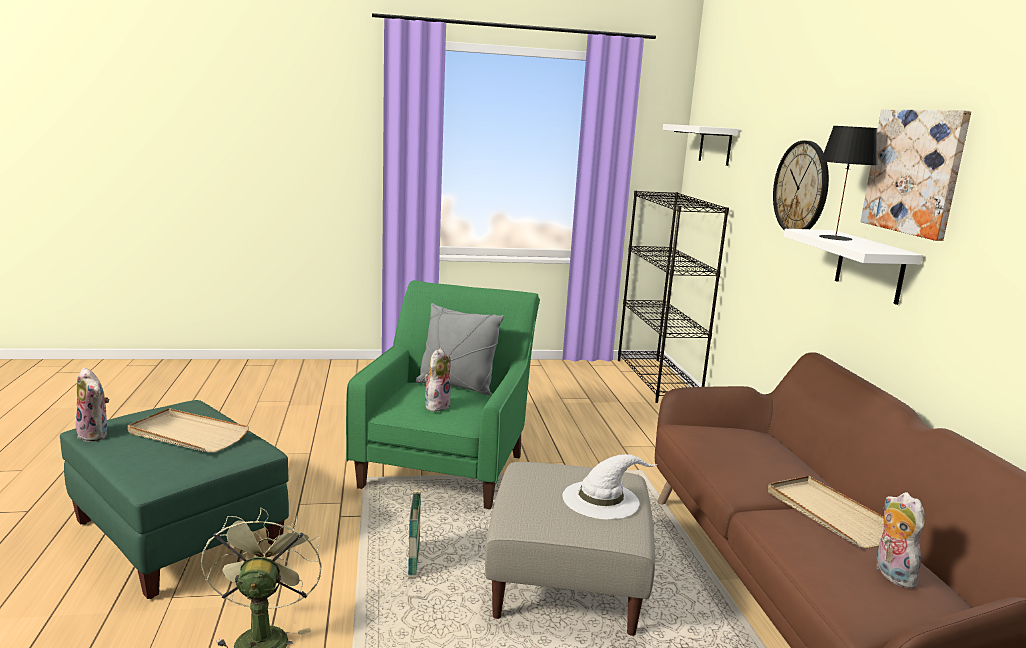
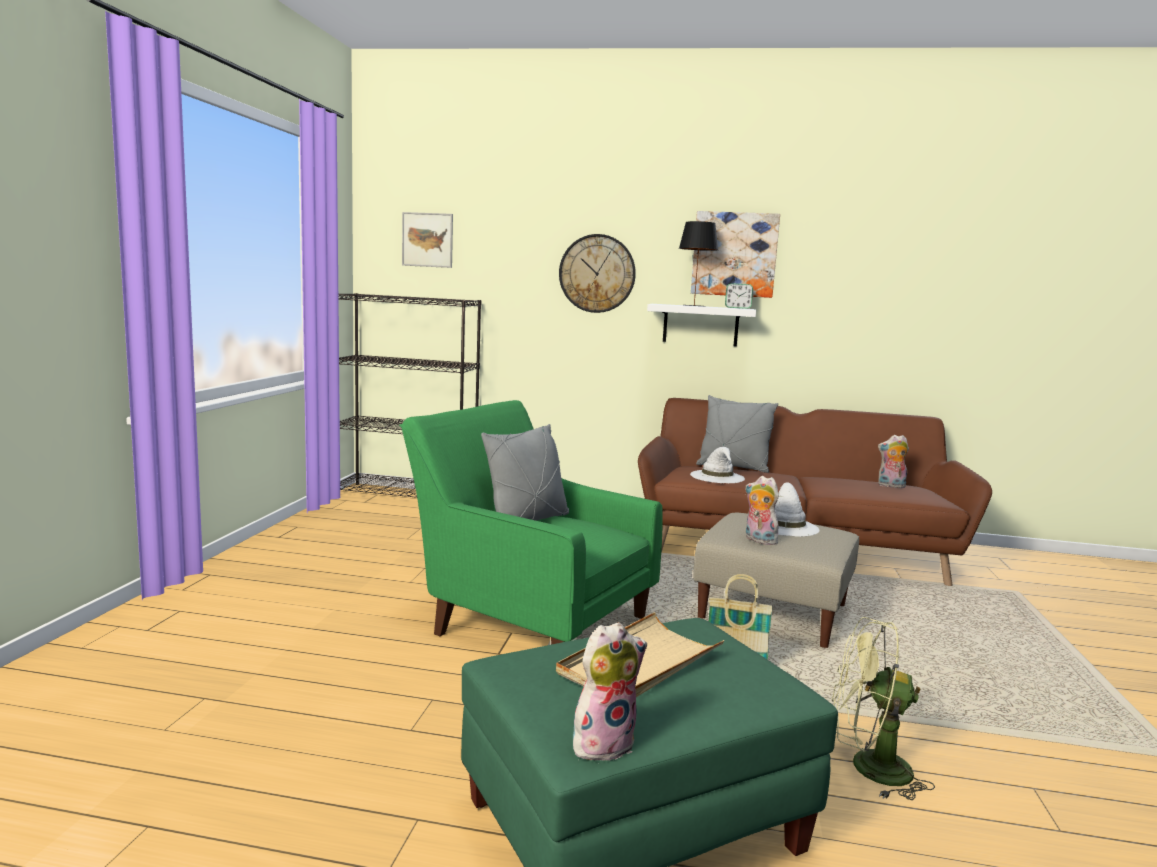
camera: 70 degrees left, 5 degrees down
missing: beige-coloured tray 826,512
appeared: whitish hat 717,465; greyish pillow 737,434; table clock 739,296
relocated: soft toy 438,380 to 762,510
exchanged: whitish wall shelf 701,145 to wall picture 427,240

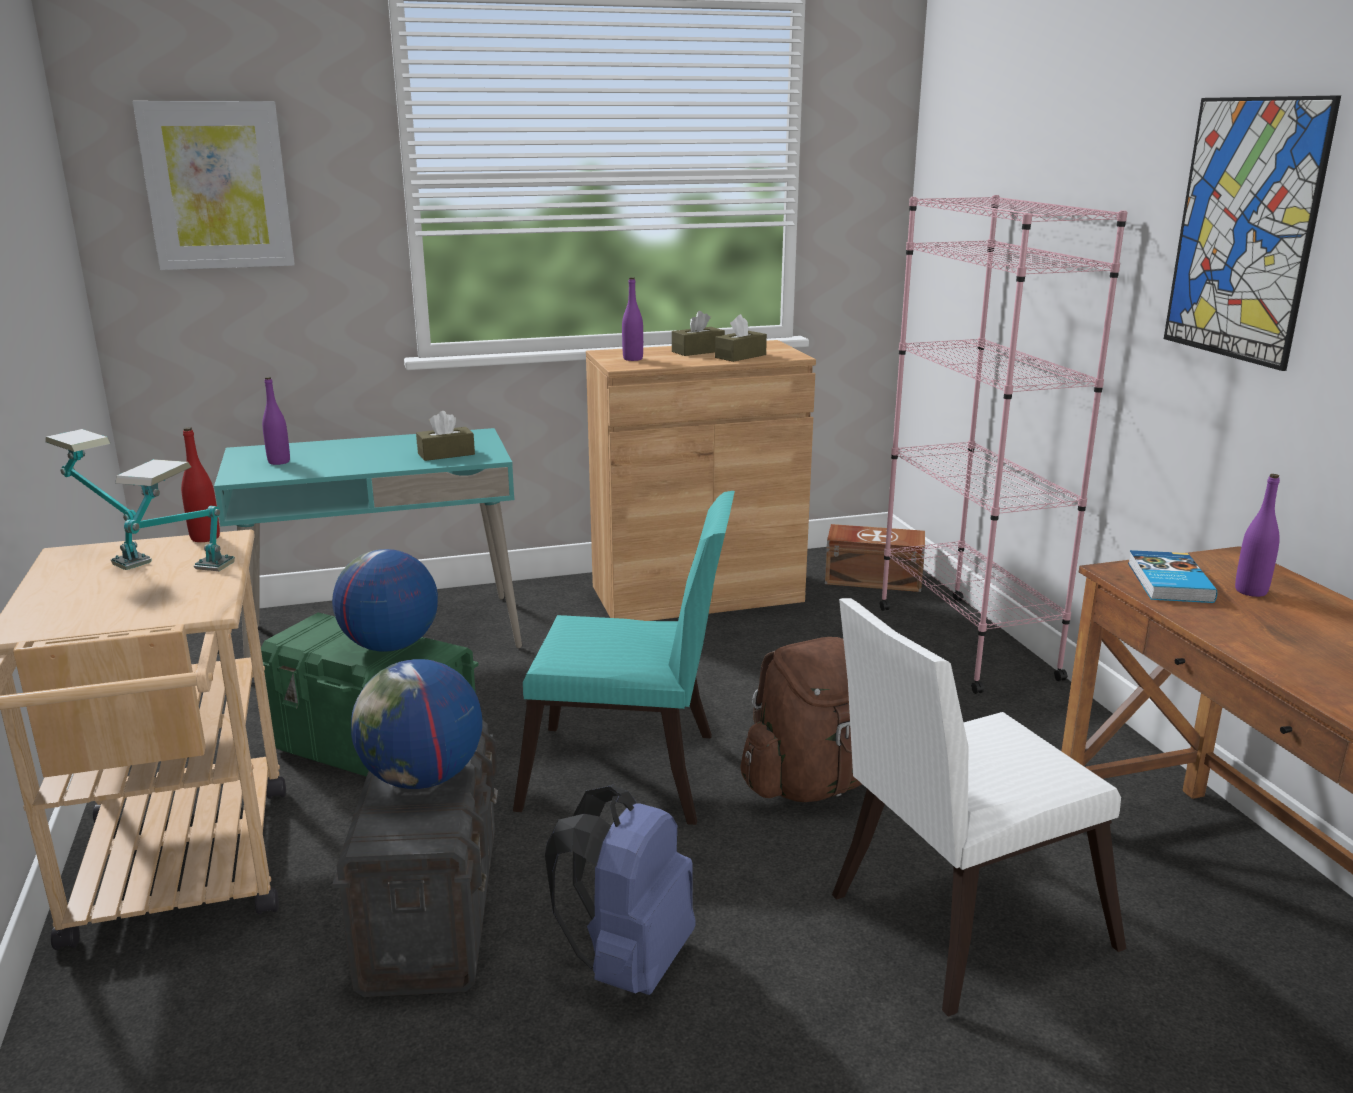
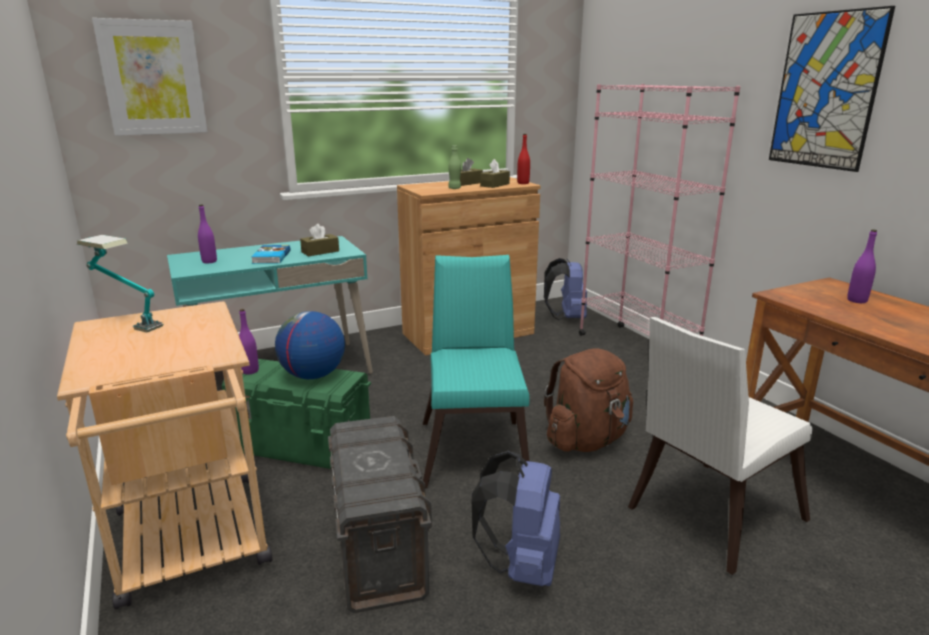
camera: 10 degrees left, 0 degrees up
missing: lamp for a table 175,515; globe 416,724
appeared: green bottle 454,167
relocated: purple bottle 632,319 to 249,341; volume 1172,576 to 270,254; red bottle 200,484 to 523,159
exchanged: brown-coloured storage box 875,558 to bluish backpack 565,289
spun: turquoise-coloured upright chair 624,658 = 476,371 90 degrees counterclockwise

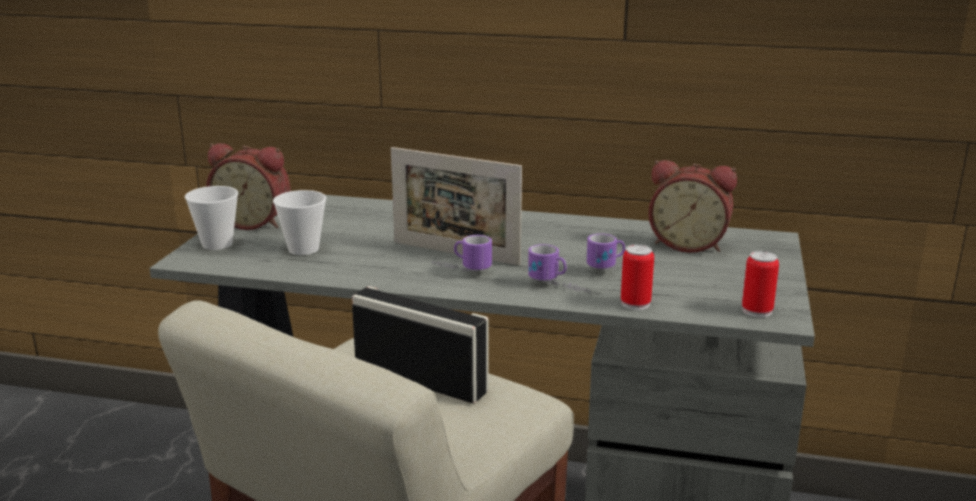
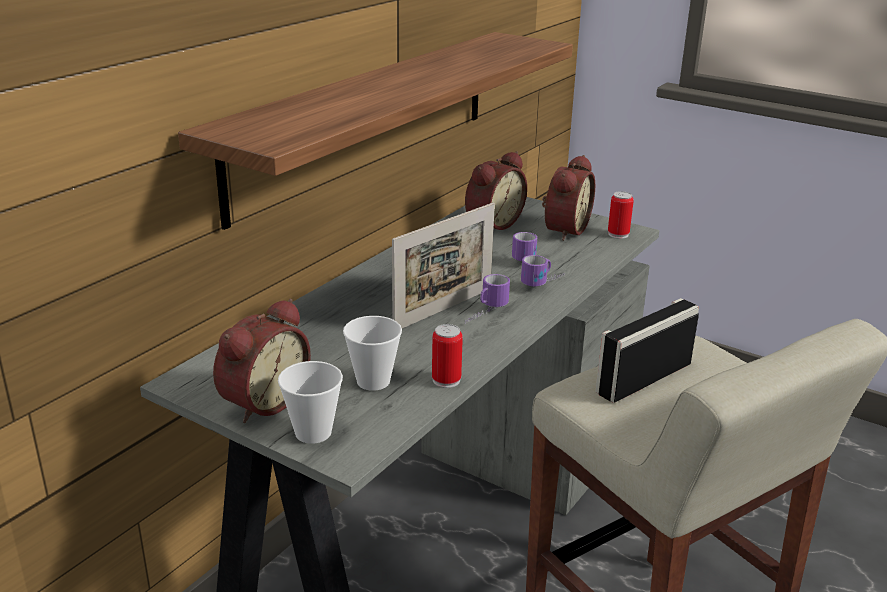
camera: 70 degrees left, 5 degrees up
appeared: wall shelf 375,131; table clock 568,198
relocated: sealed can 637,277 to 447,356

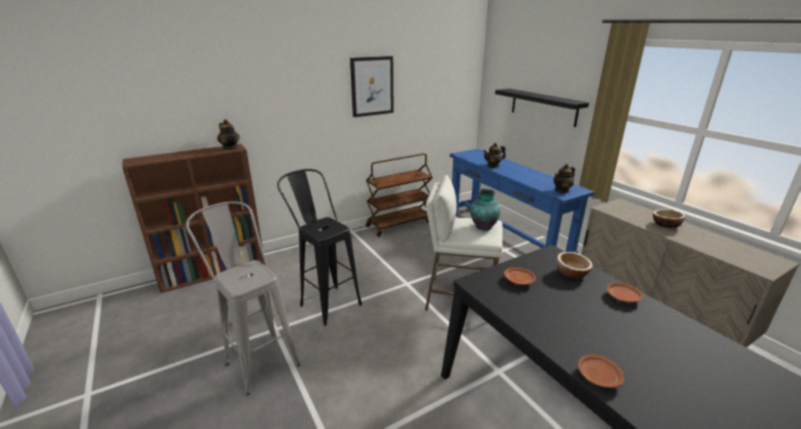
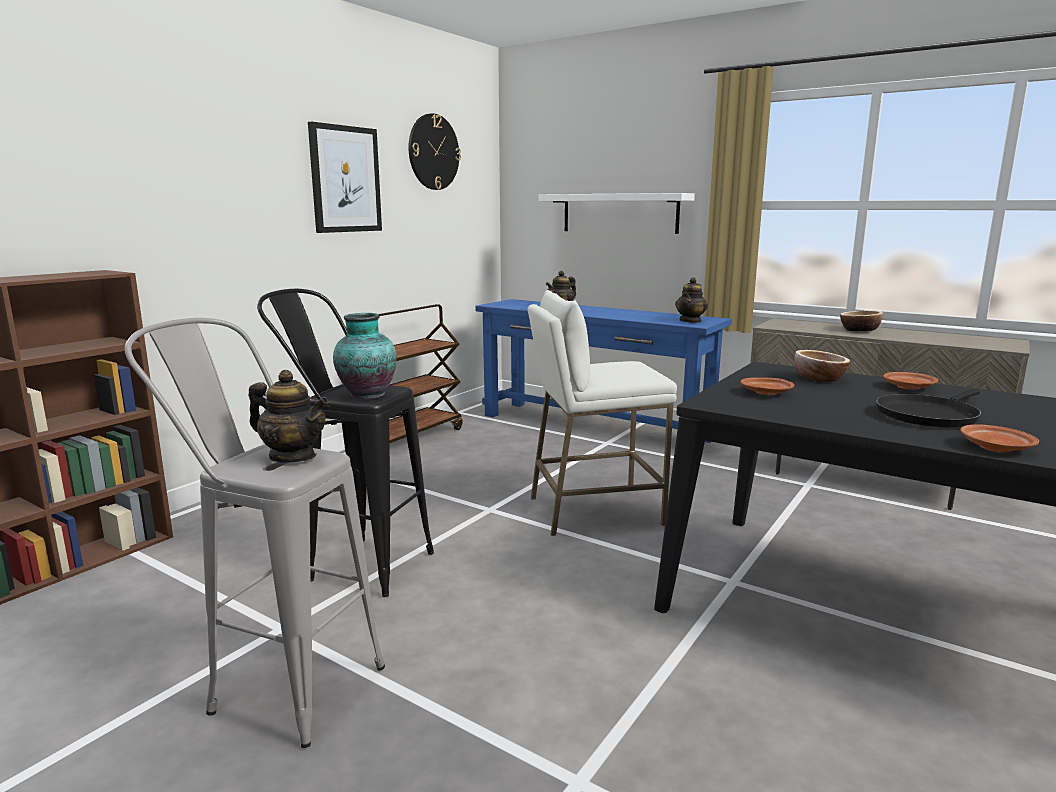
camera: 25 degrees left, 10 degrees down
appeared: wall clock 434,151; black-coloured pan 928,408
relocated: teapot 228,134 to 289,416; vase 485,210 to 365,356
colour: black-coloured wall shelf 542,108 to whitish wall shelf 616,213

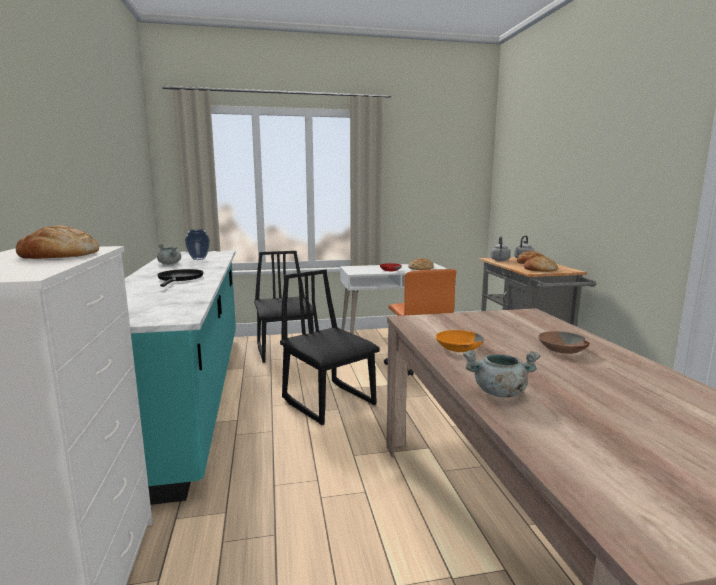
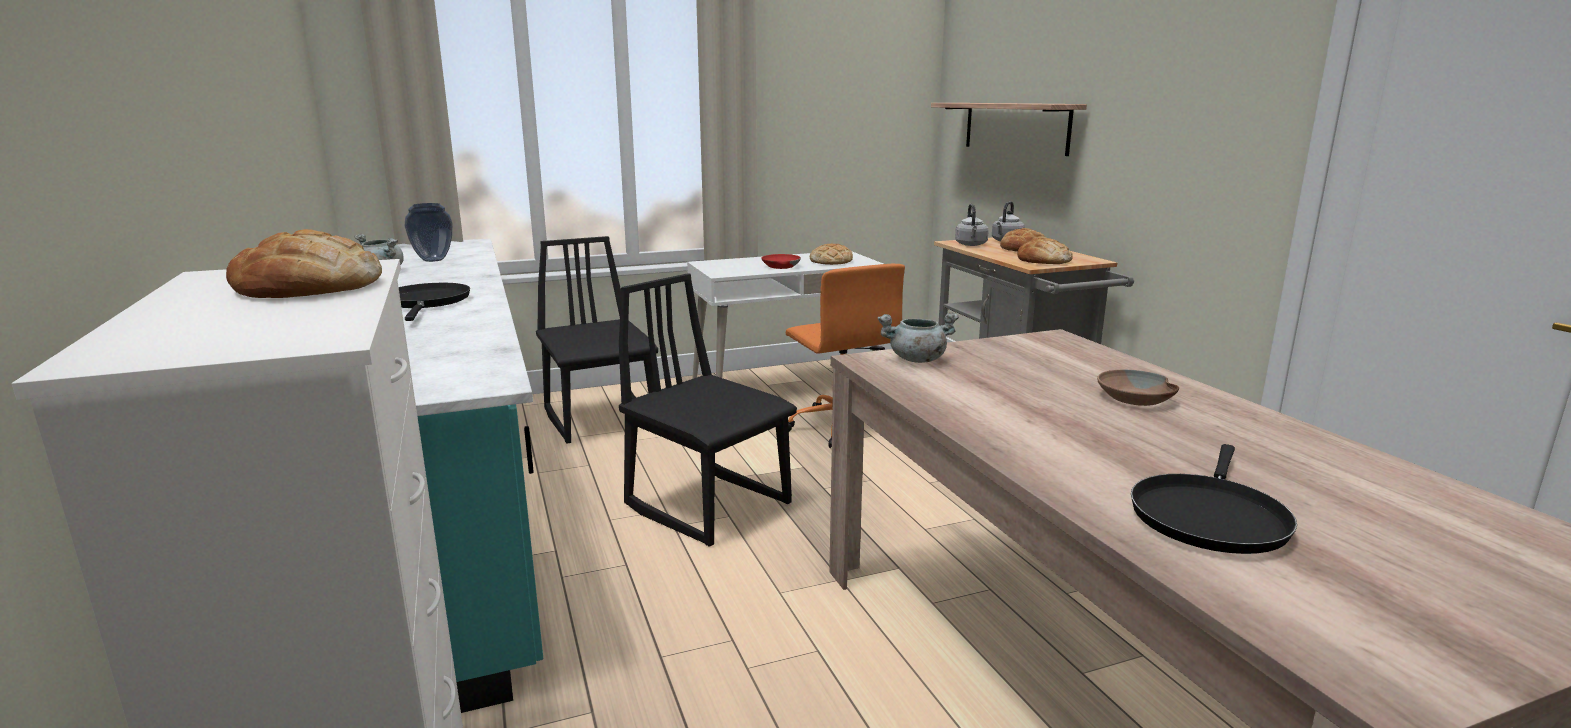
camera: 10 degrees left, 5 degrees up
missing: orange deep dish 460,341
appeared: wall shelf 1009,129; black-coloured pan 1214,499
relocated: greyish cooking pot 502,374 to 918,337

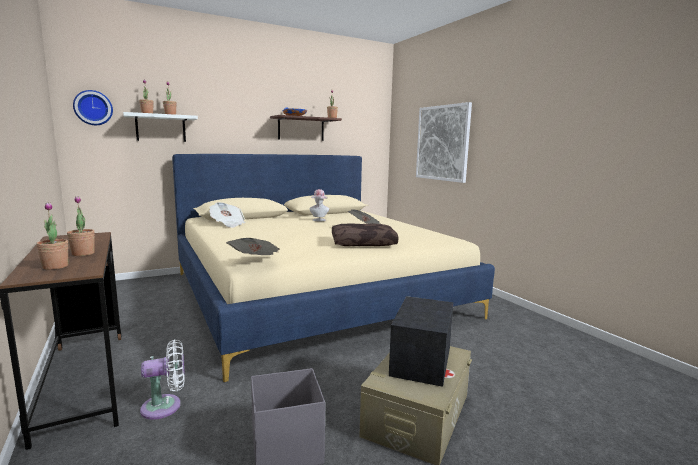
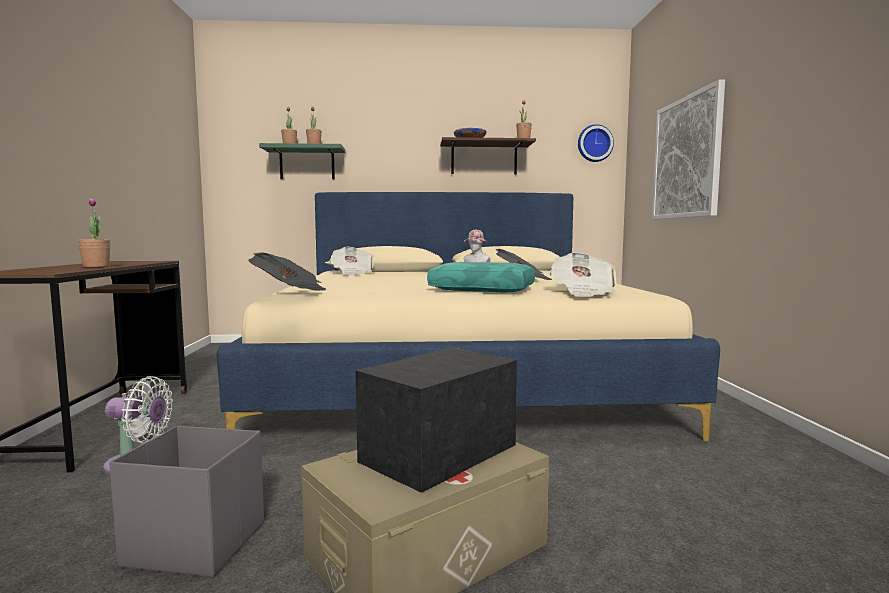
camera: 25 degrees right, 5 degrees down
missing: plant in a pot 52,236
appeared: daily paper 582,274
relocated: wall clock 93,107 to 596,143
colour: whitish wall shelf 160,127 to green wall shelf 302,161; brown-coloured pillow 365,235 to turquoise-coloured pillow 481,277

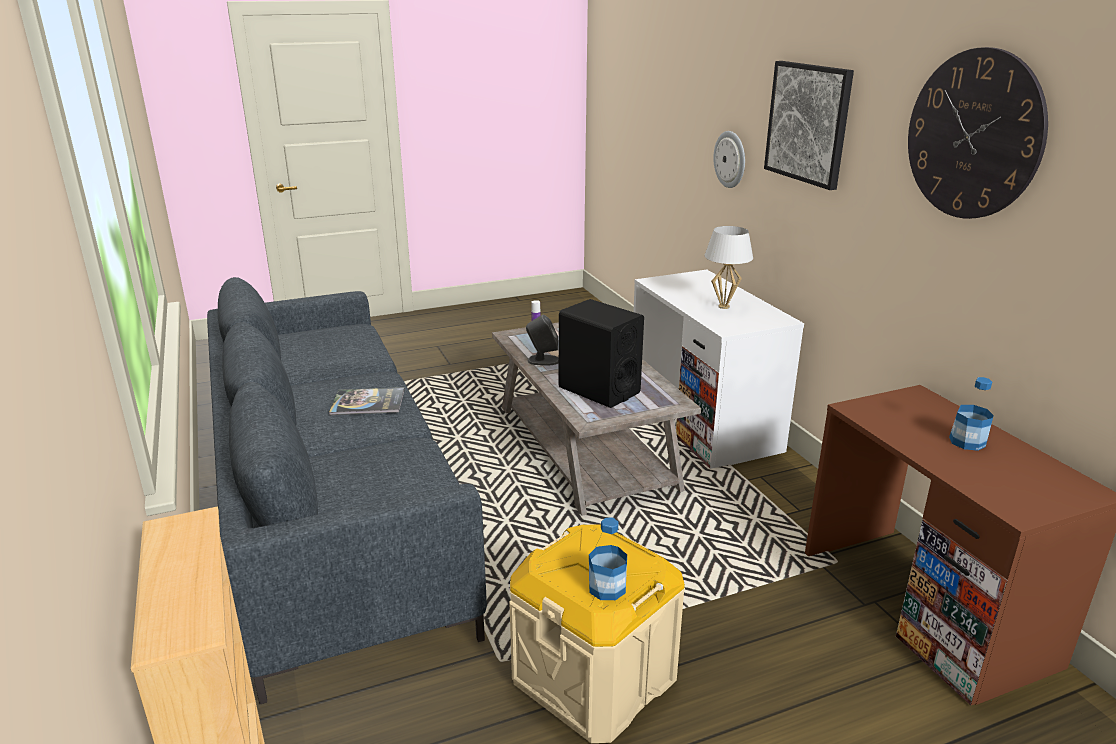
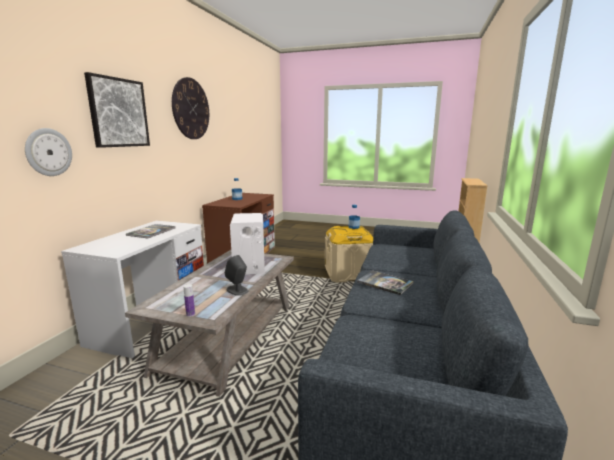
camera: 140 degrees left, 10 degrees down
exchanged: whitish lamp for a table 729,267 to volume 151,231
colour: black-coloured speaker 601,353 to whitish speaker 247,243

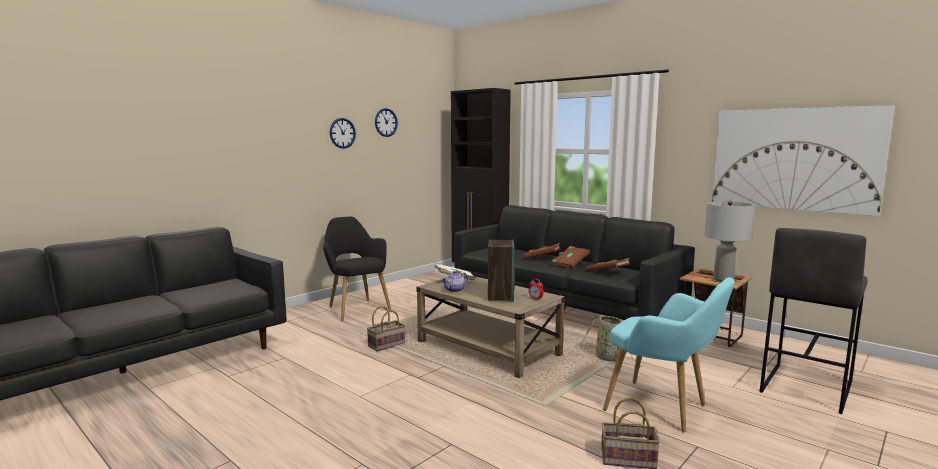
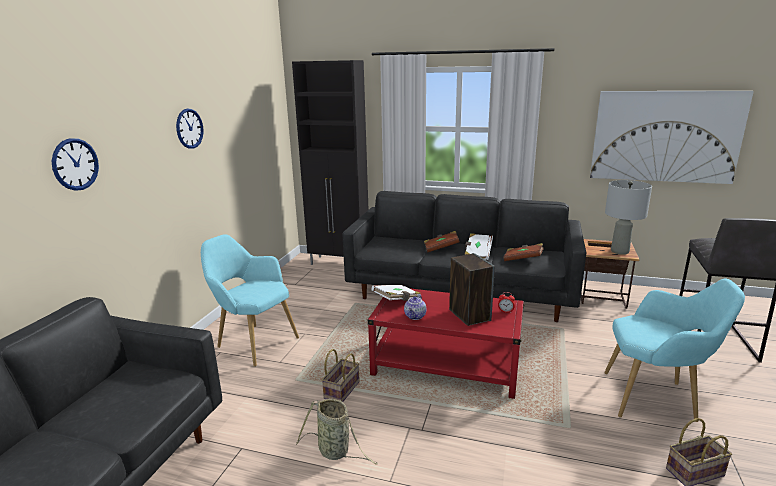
camera: 25 degrees left, 10 degrees up
relocated: wall clock 386,122 to 75,164; basket 610,341 to 337,432
colour: black-coloured lounge chair 357,269 to turquoise-coloured lounge chair 250,300; beige-coloured low table 490,327 to red low table 446,343; brown-coloured volume 570,257 to whitish volume 478,246

